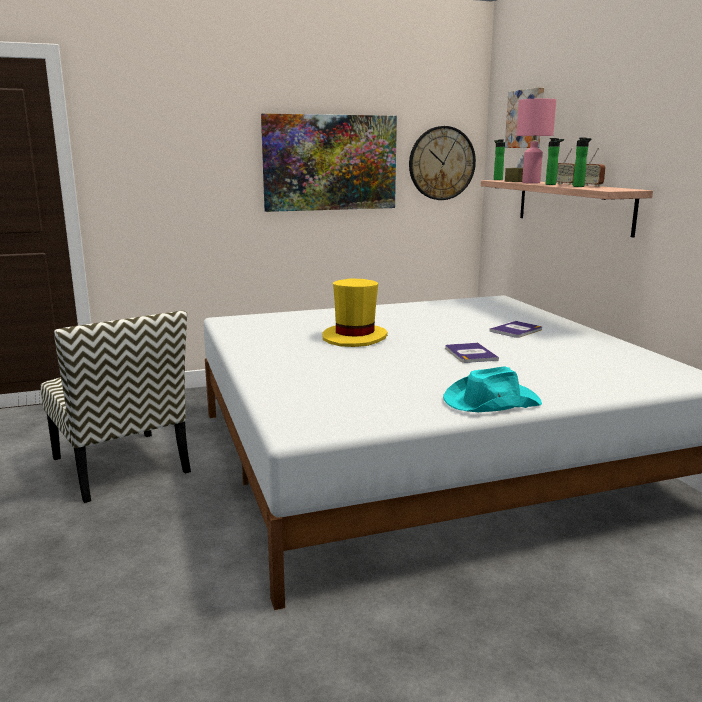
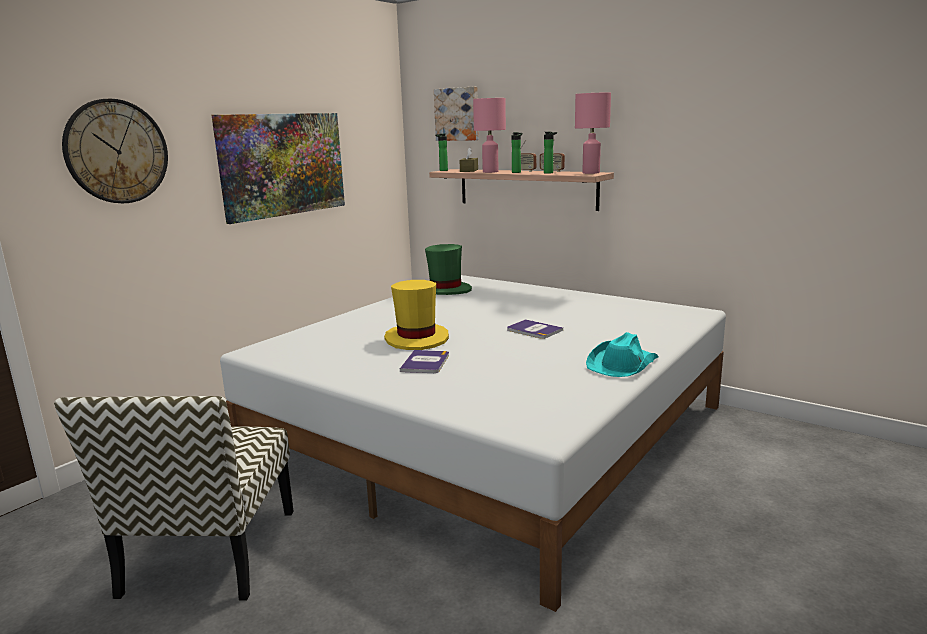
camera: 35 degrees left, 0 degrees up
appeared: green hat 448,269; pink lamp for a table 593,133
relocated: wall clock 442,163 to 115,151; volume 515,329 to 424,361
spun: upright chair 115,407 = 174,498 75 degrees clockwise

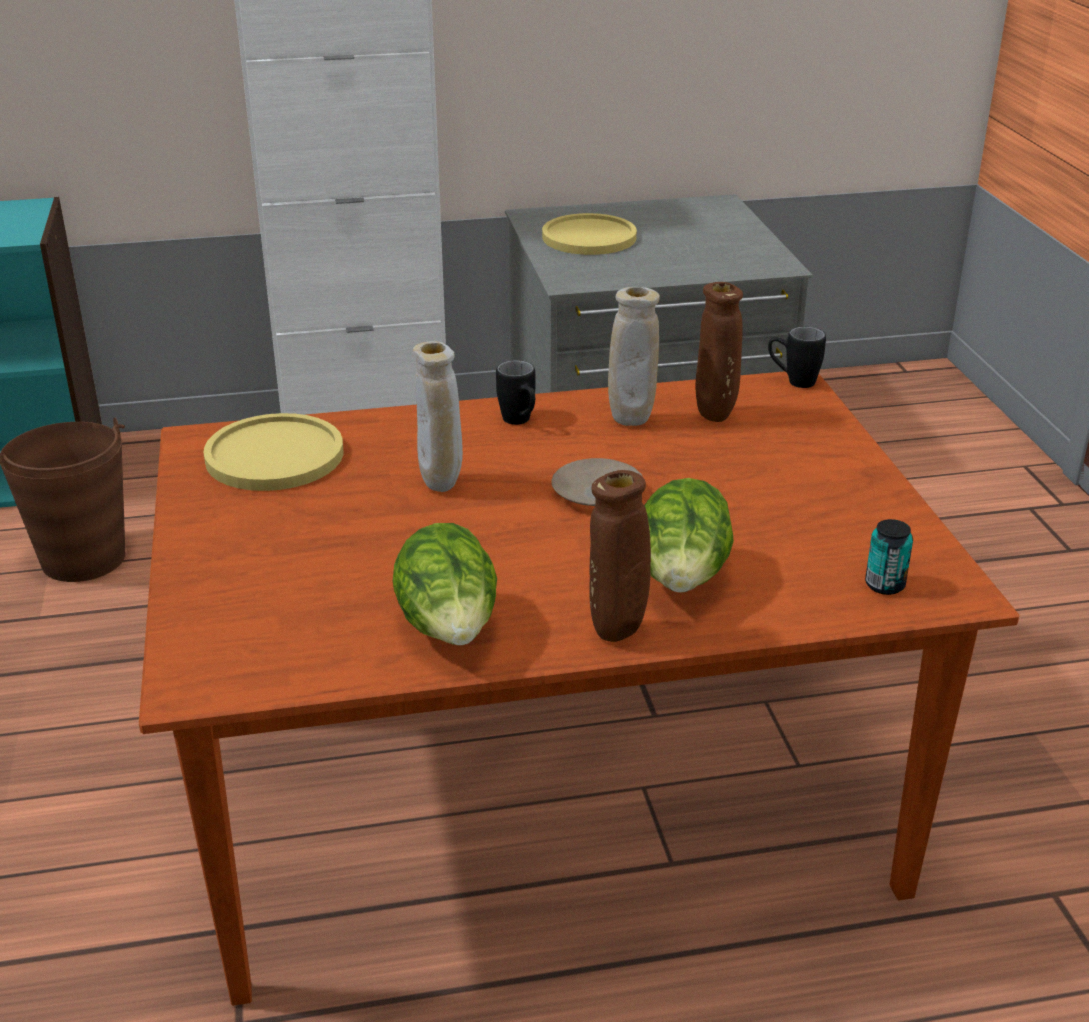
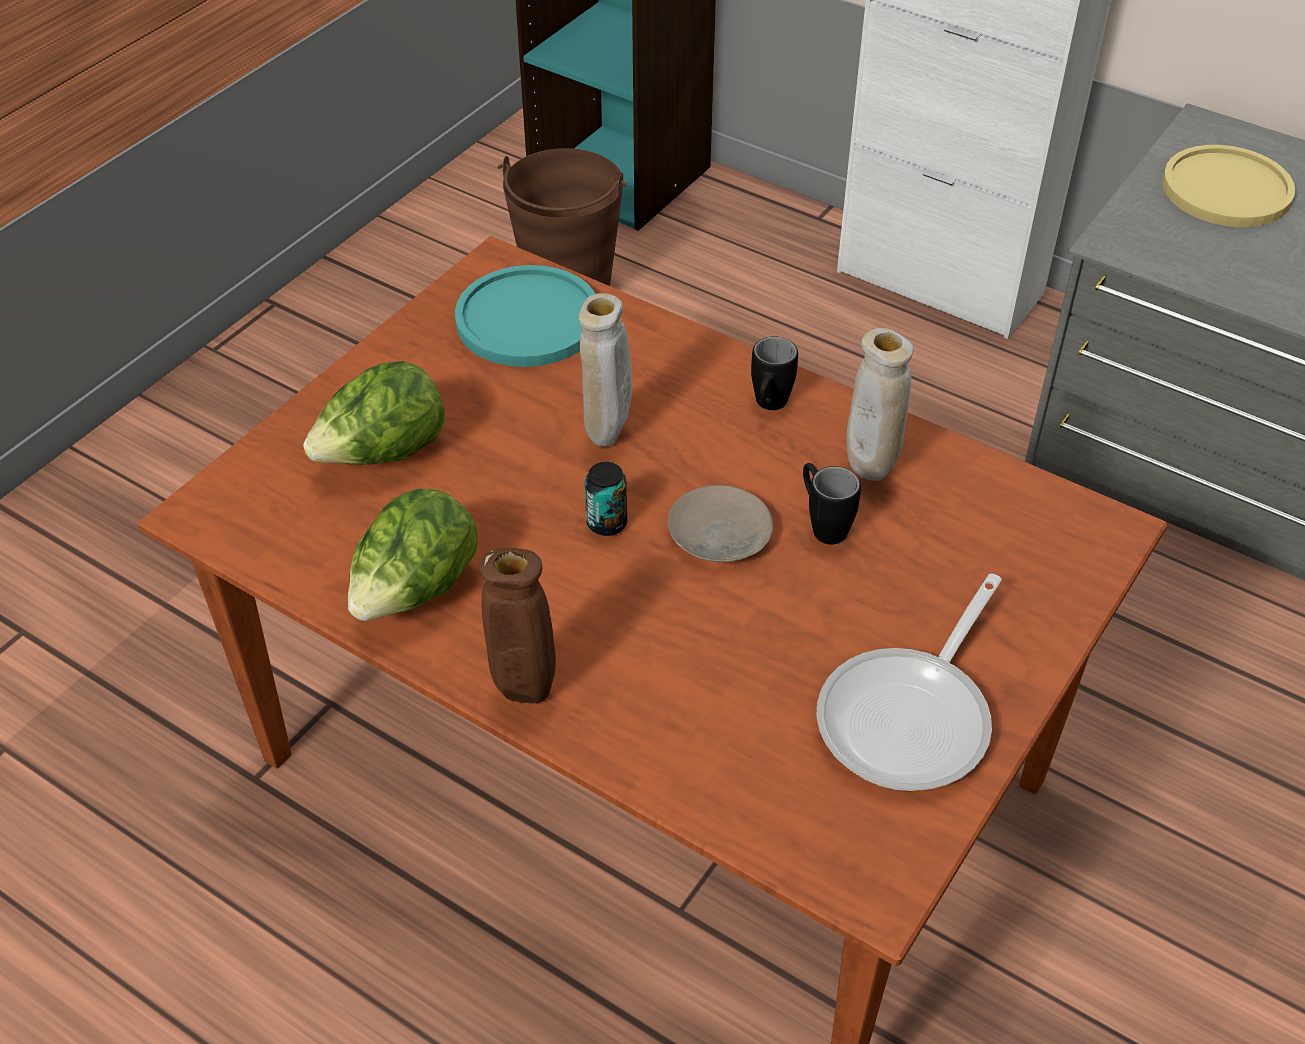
camera: 45 degrees right, 15 degrees up
missing: brown-coloured vase 719,352
appeared: pan 909,682
relocated: head of lettuce 689,535 to 374,413; sealed can 889,557 to 606,499; black-coloured coffee mug 797,357 to 832,503
colour: yellow flat dish 273,452 to turquoise-coloured flat dish 525,316

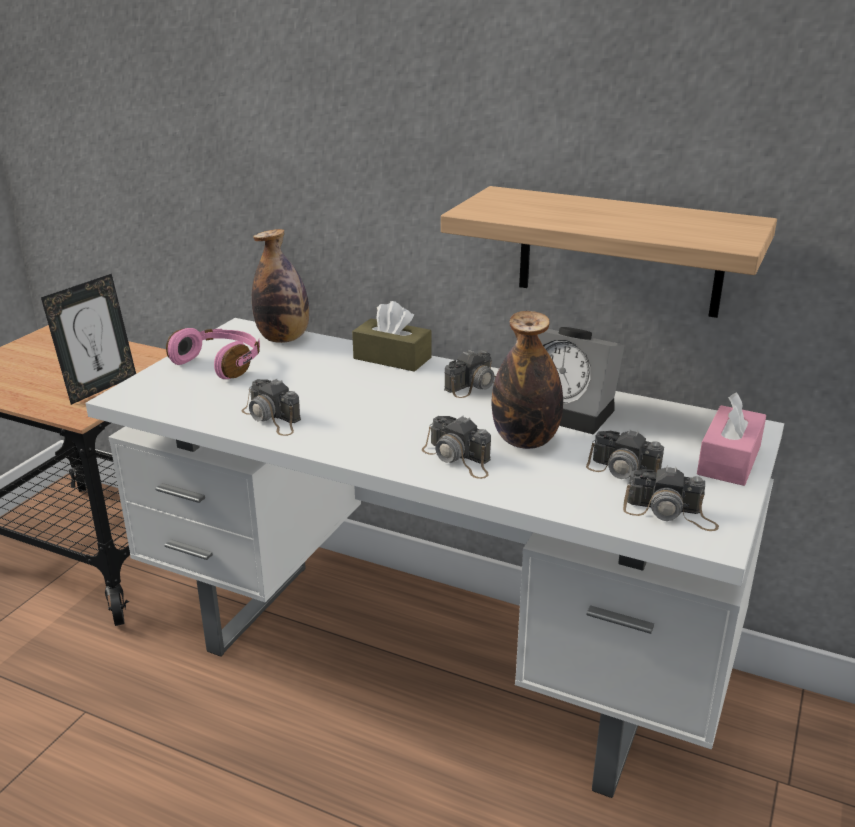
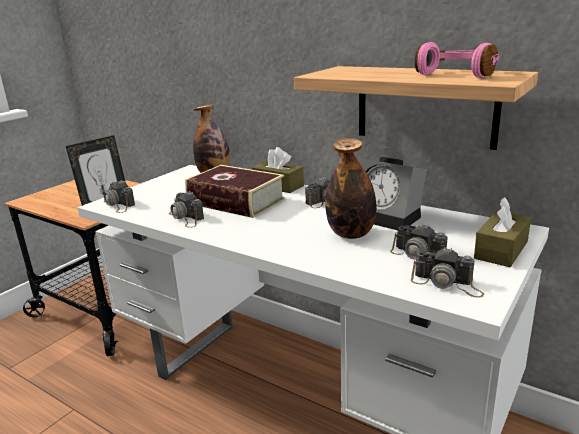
camera: 10 degrees right, 5 degrees down
appeared: volume 235,191
relocated: photo camera 456,447 to 119,196; pink headphones 213,353 to 457,60
colour: pink box of tissues 731,439 to brown-coloured box of tissues 502,232

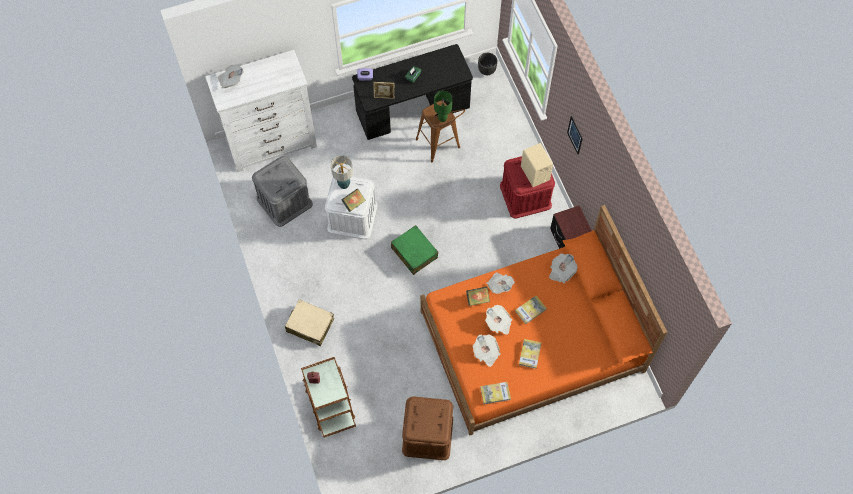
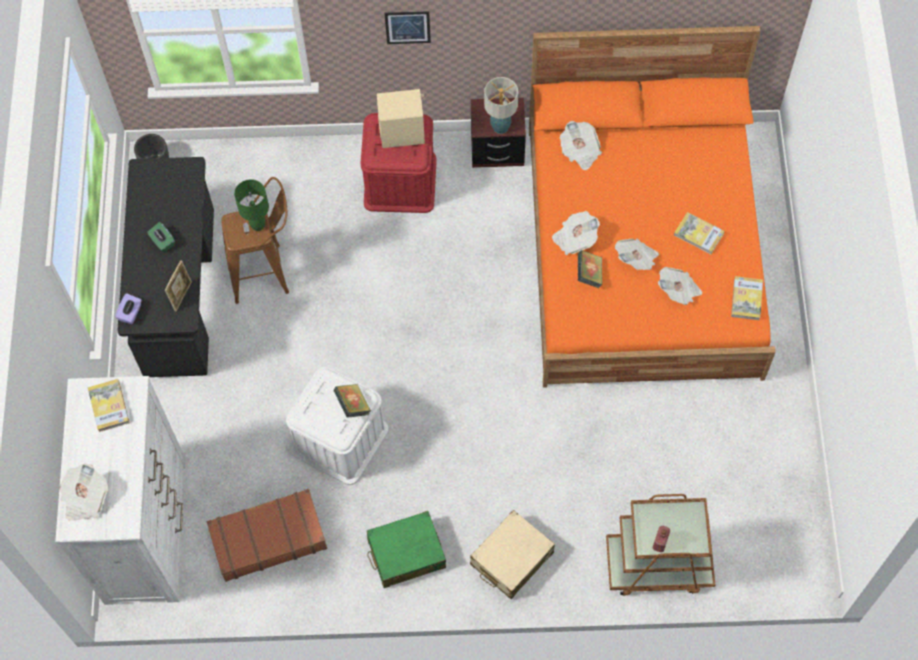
camera: 70 degrees left, 0 degrees up
missing: brown-coloured storage box 427,428
relocated: volume 531,310 to 109,405; green suitcase 414,250 to 406,549; lamp for a table 342,172 to 501,105
exchanged: greyish storage box 282,191 to brown-coloured suitcase 267,535

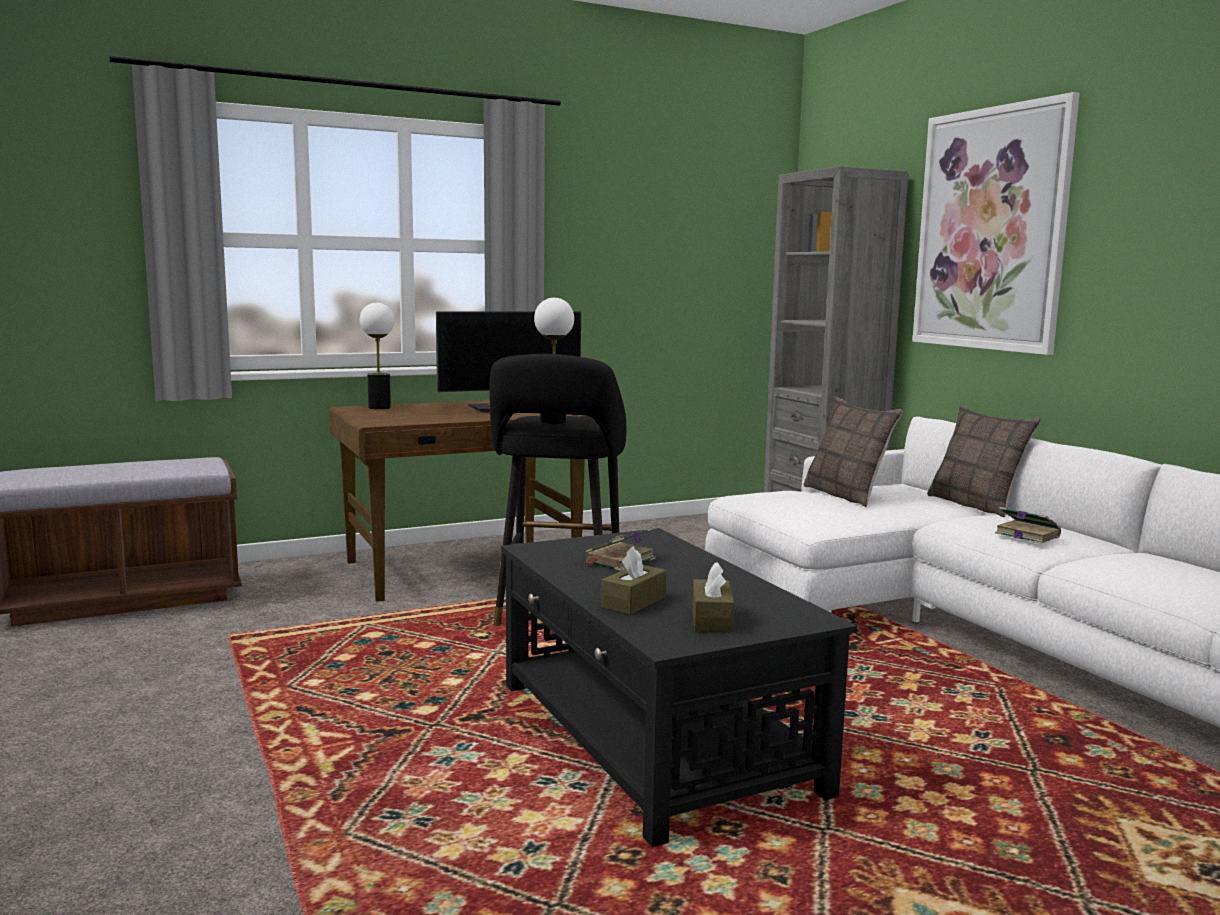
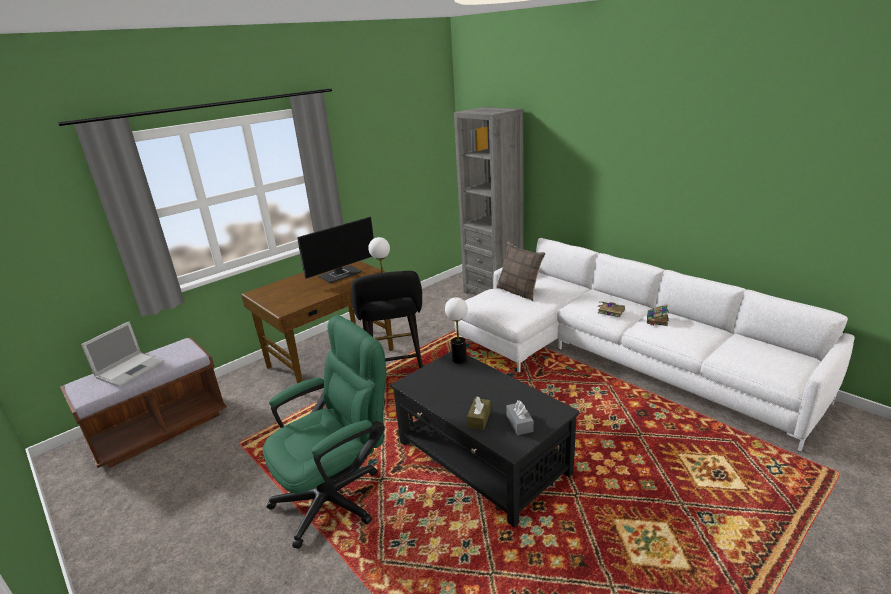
camera: 15 degrees left, 15 degrees up
missing: wall picture 996,223; pillow 984,461
appeared: laptop 122,354; green computer chair 324,432
relocated: lamp for a table 377,355 to 456,330; volume 620,549 to 658,315
colour: brown-coloured box of tissues 713,597 to greyish box of tissues 520,417

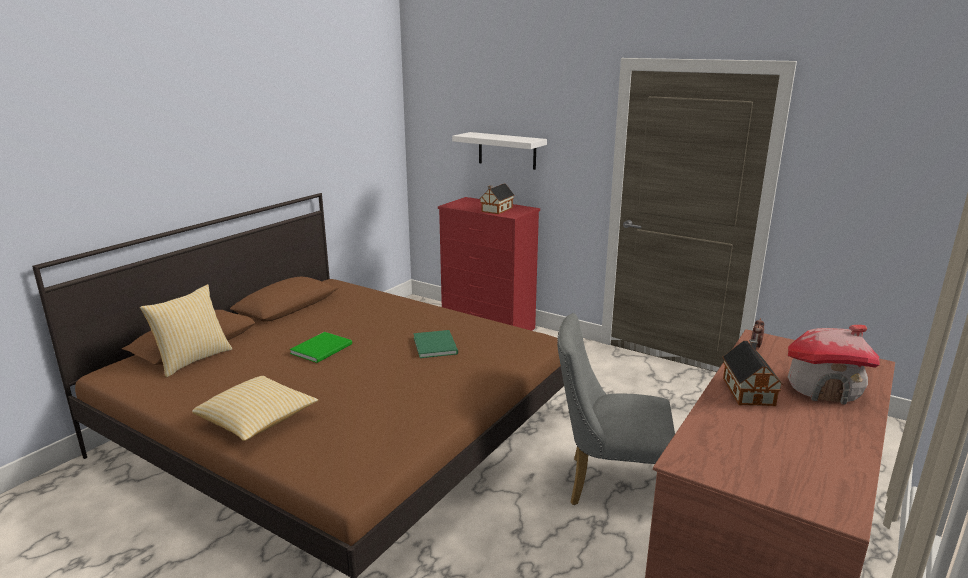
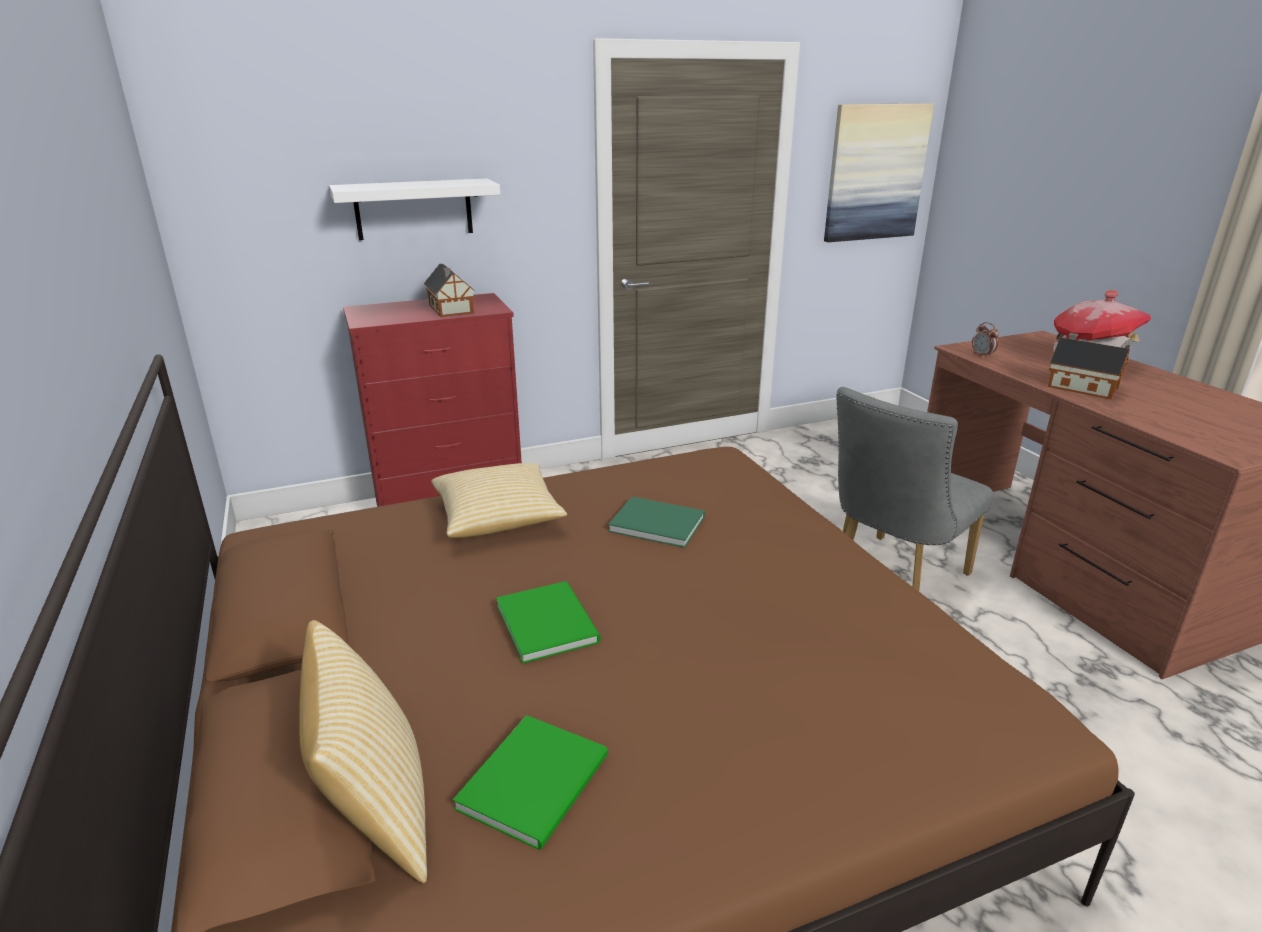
camera: 55 degrees left, 5 degrees up
appeared: green volume 530,782; wall picture 879,172
relocated: pillow 255,408 to 499,500

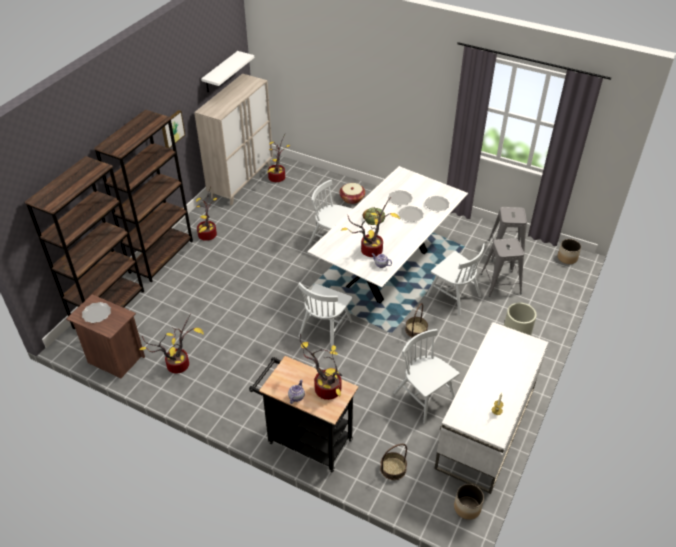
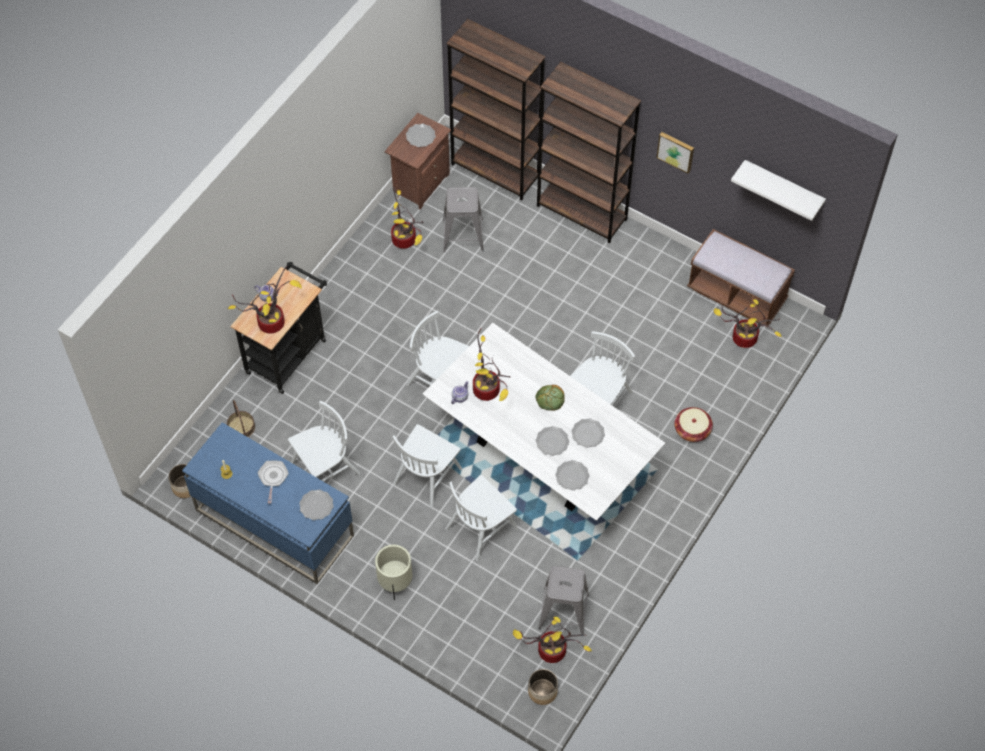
camera: 95 degrees right, 15 degrees up
appeared: pan 273,482; flat dish 316,505
relocated: greyish stool 502,267 to 463,219; plant in a pot 206,214 to 552,640
exchanged: basket 416,320 to whitish upright chair 427,466; beige-coloured storage cabinet 233,139 to brown-coloured long seat 741,278
colour: whitish desk unit 491,408 to bluish desk unit 268,503

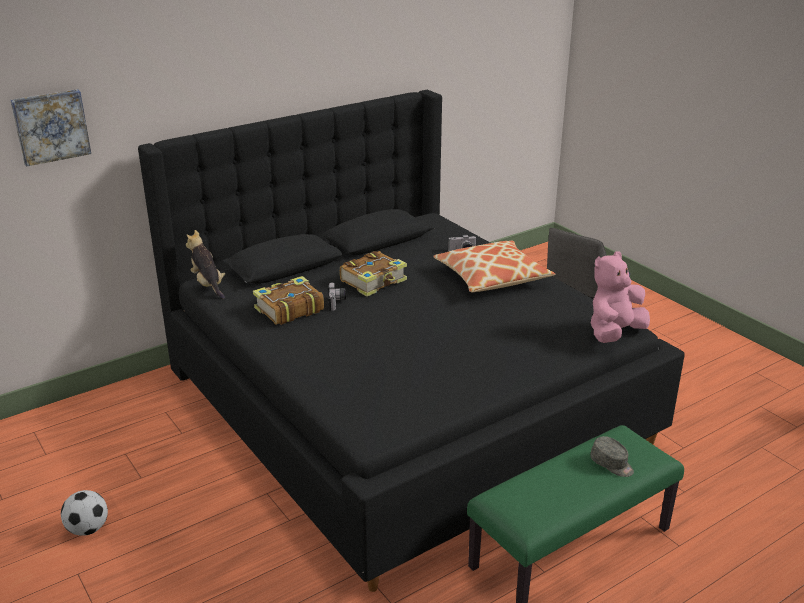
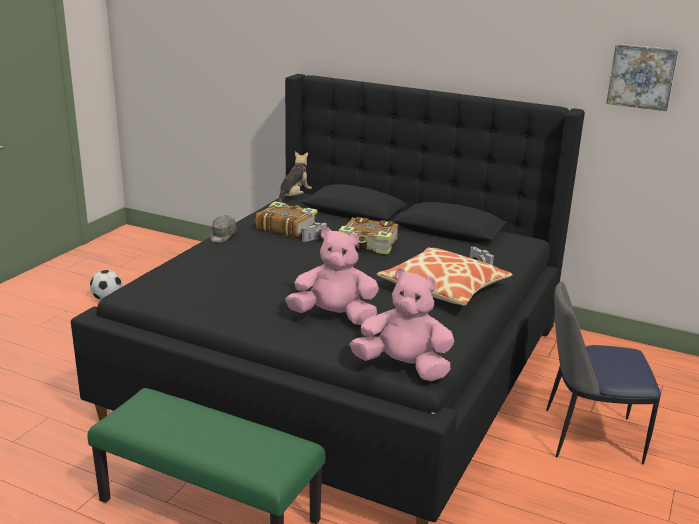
camera: 60 degrees right, 5 degrees down
appeared: pink soft toy 332,276
relocated: greyish cap 612,456 to 223,228; wall picture 50,128 to 642,77

